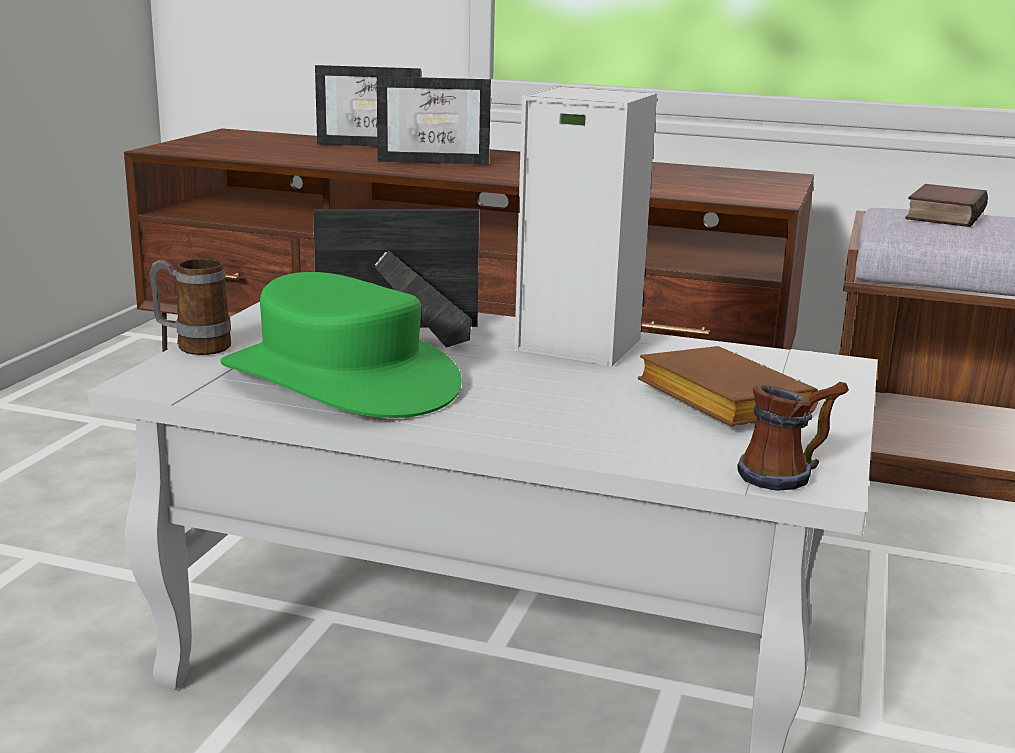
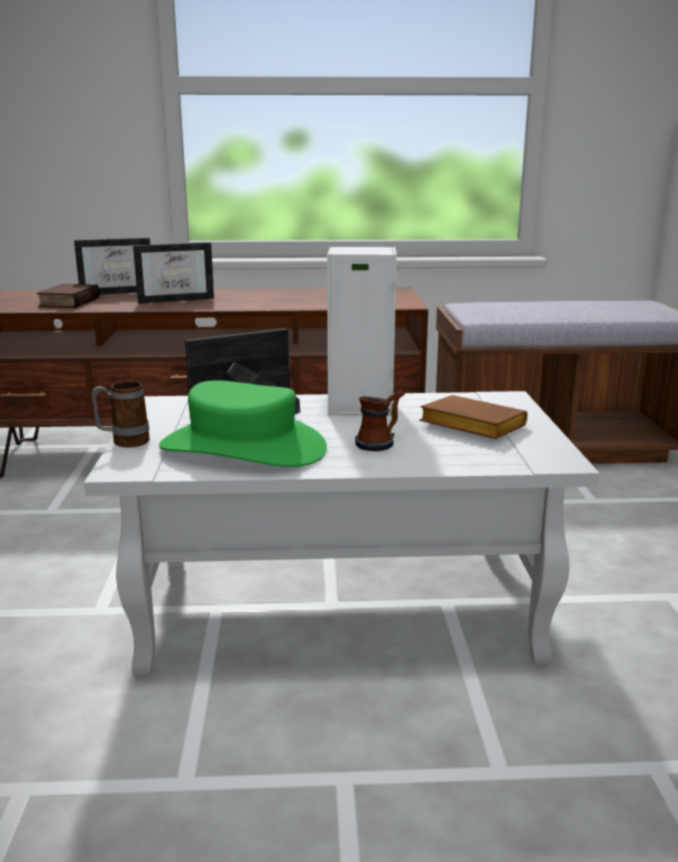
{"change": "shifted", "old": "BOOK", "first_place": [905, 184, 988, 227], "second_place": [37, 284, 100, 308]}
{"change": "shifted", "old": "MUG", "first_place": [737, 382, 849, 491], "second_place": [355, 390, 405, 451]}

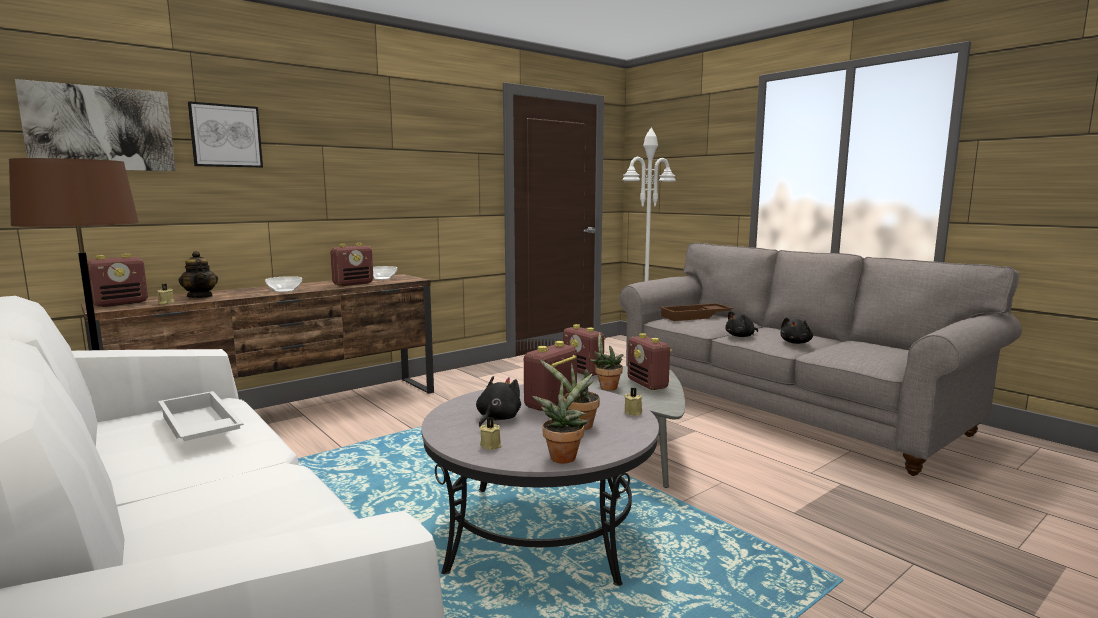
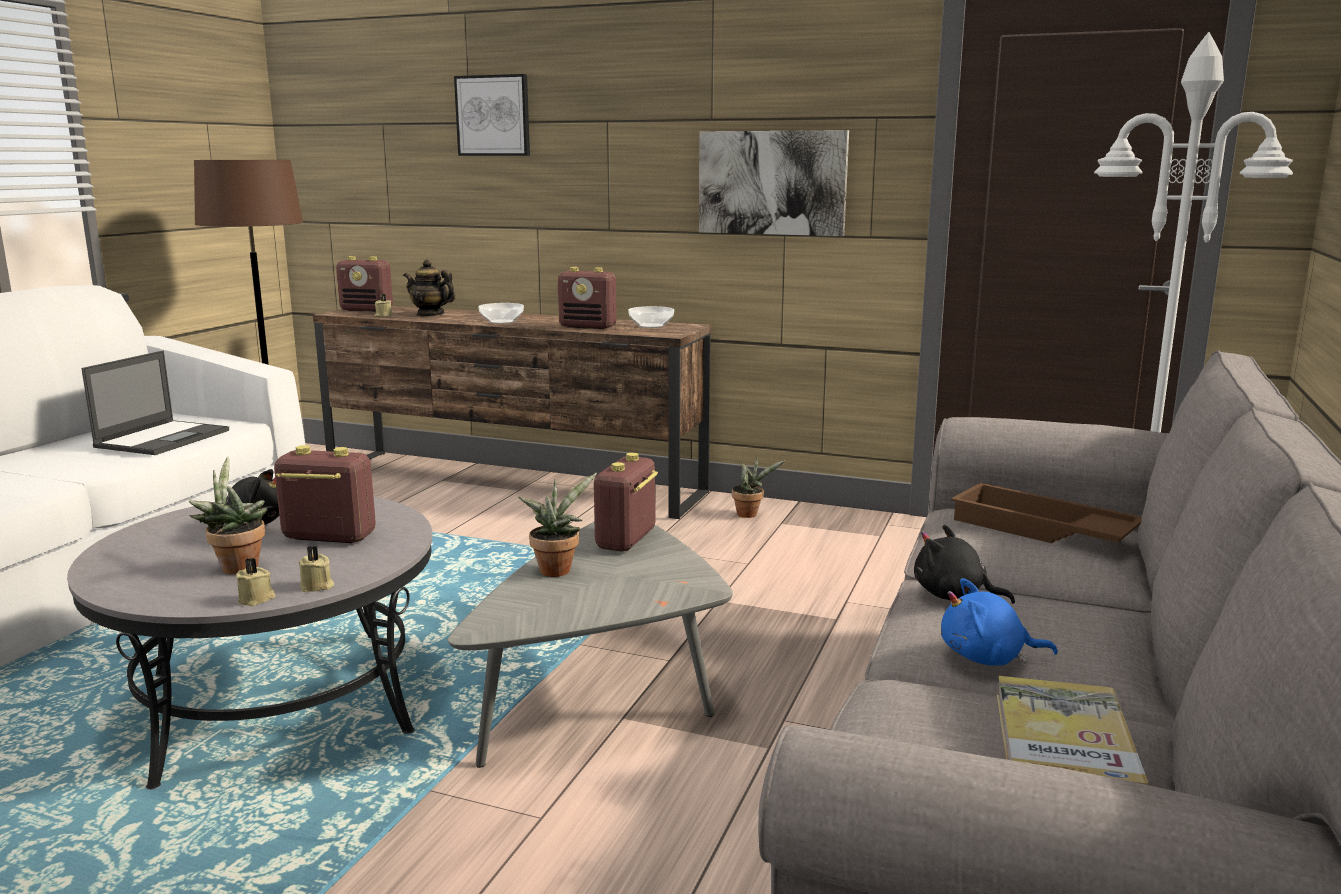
{"change": "shifted", "old": "PICTURE", "first_place": [15, 79, 176, 171], "second_place": [699, 130, 849, 236]}
{"change": "rotated", "old": "TEAPOT", "first_place": [178, 251, 218, 298], "second_place": [403, 259, 455, 317], "degrees": 90}
{"change": "repainted", "old": "BLACK PLUSH TOY", "new": "BLUE PLUSH TOY", "first_place": [780, 317, 813, 344], "second_place": [941, 578, 1058, 666]}
{"change": "gone", "old": "RADIO", "first_place": [628, 333, 672, 390]}
{"change": "shifted", "old": "POTTED PLANT", "first_place": [532, 374, 593, 463], "second_place": [732, 456, 786, 518]}
{"change": "swapped", "old": "WHITE TRAY", "new": "LAPTOP", "first_place": [158, 391, 244, 441], "second_place": [81, 350, 229, 455]}
{"change": "shifted", "old": "BEIGE CANDLE", "first_place": [480, 417, 502, 450], "second_place": [236, 558, 275, 606]}
{"change": "new", "new": "BOOK", "second_place": [997, 676, 1148, 785]}

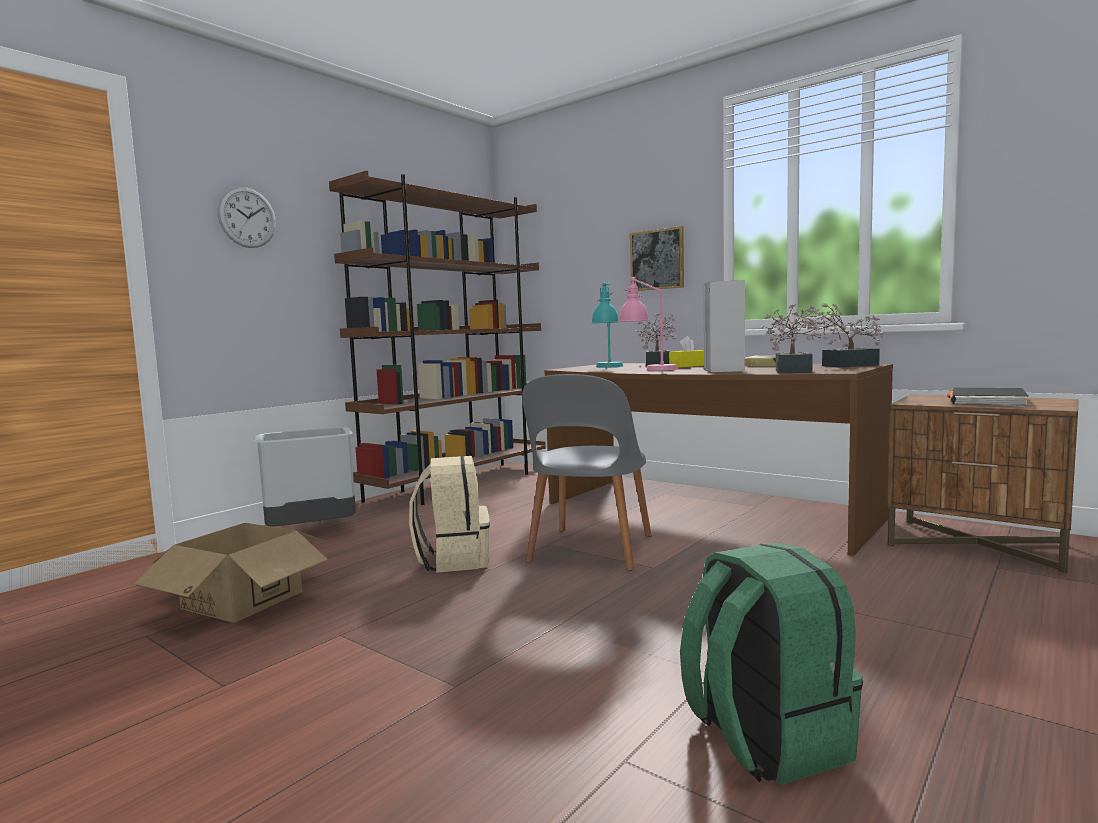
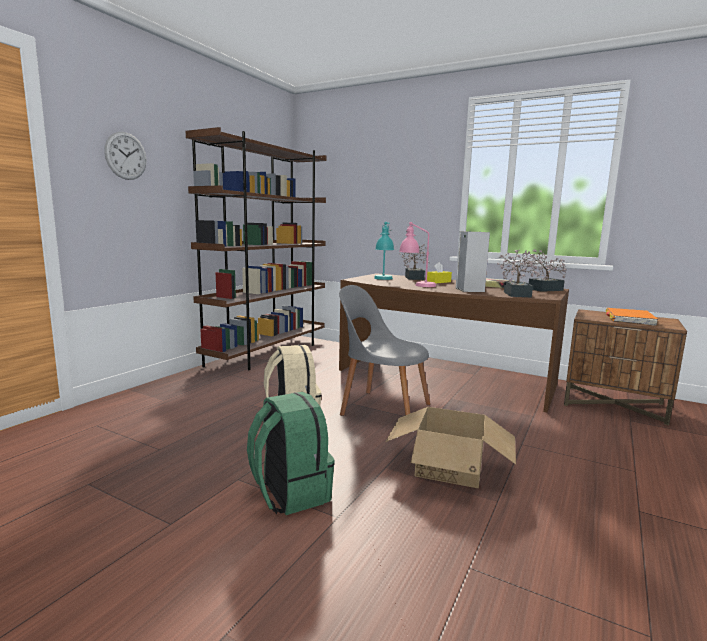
{"change": "gone", "old": "PICTURE", "first_place": [630, 226, 684, 291]}
{"change": "rotated", "old": "GREY CHAIR", "first_place": [522, 374, 652, 571], "second_place": [339, 285, 430, 416], "degrees": 105}
{"change": "repainted", "old": "BLACK BOOK", "new": "ORANGE BOOK", "first_place": [947, 388, 1029, 407], "second_place": [605, 308, 658, 326]}
{"change": "gone", "old": "GREY TRASH CAN", "first_place": [254, 427, 356, 526]}
{"change": "shifted", "old": "CARDBOARD BOX", "first_place": [134, 523, 329, 623], "second_place": [386, 407, 516, 488]}
{"change": "shifted", "old": "GREEN BACKPACK", "first_place": [680, 542, 863, 785], "second_place": [247, 392, 335, 515]}

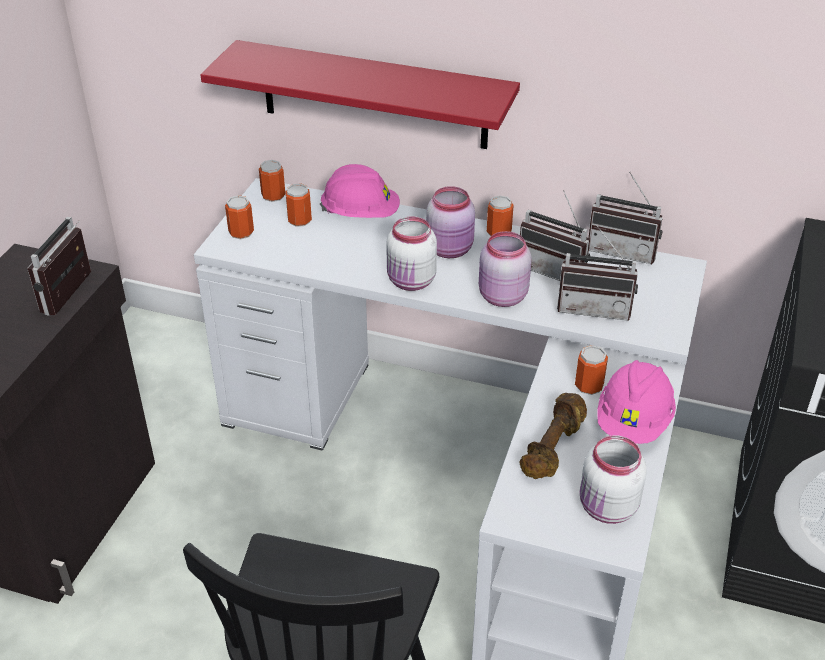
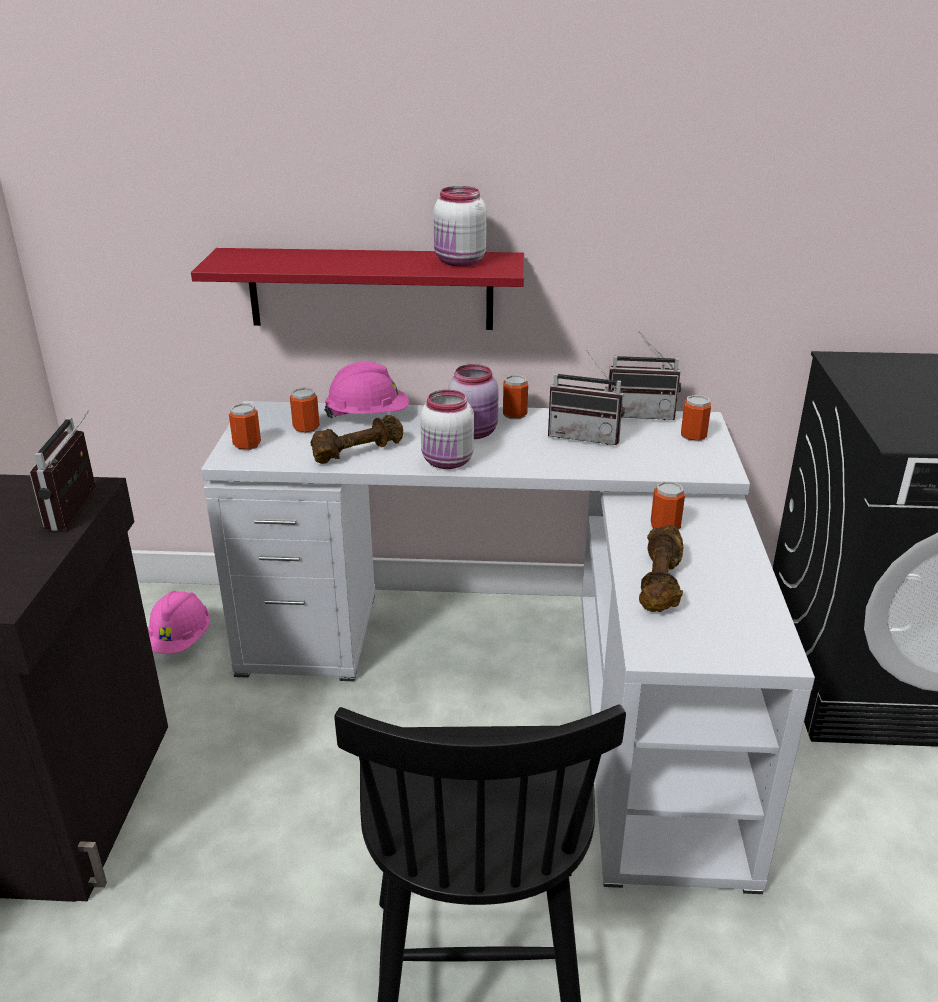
{"change": "shifted", "old": "CAN", "first_place": [259, 160, 285, 202], "second_place": [681, 395, 711, 442]}
{"change": "gone", "old": "RADIO", "first_place": [557, 225, 638, 321]}
{"change": "gone", "old": "PINK JAR", "first_place": [479, 231, 532, 307]}
{"change": "shifted", "old": "PINK HARD HAT", "first_place": [597, 360, 676, 444], "second_place": [148, 591, 210, 654]}
{"change": "shifted", "old": "WHITE JAR", "first_place": [580, 435, 647, 524], "second_place": [434, 186, 487, 266]}
{"change": "new", "new": "BROWN DUMBBELL", "second_place": [310, 415, 403, 464]}

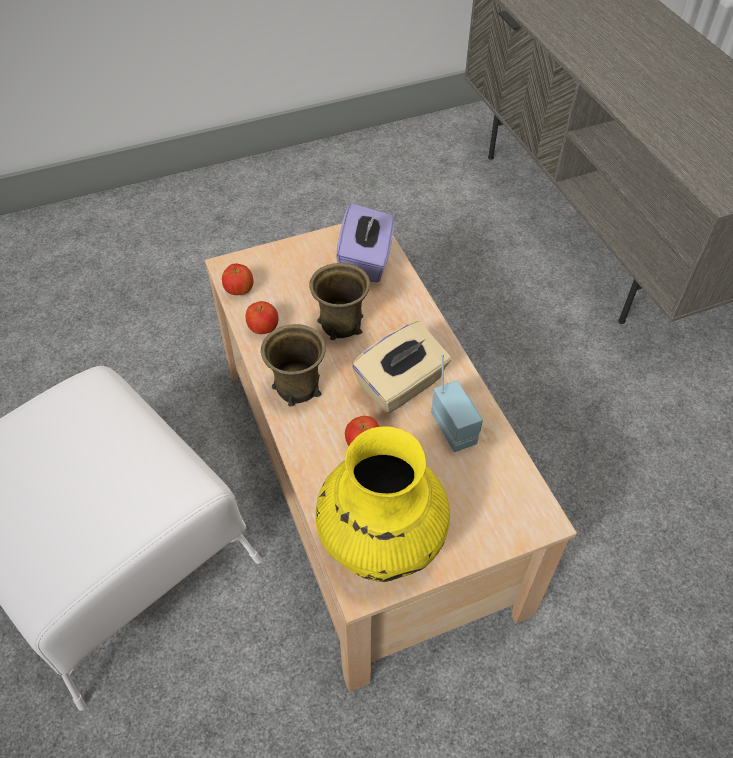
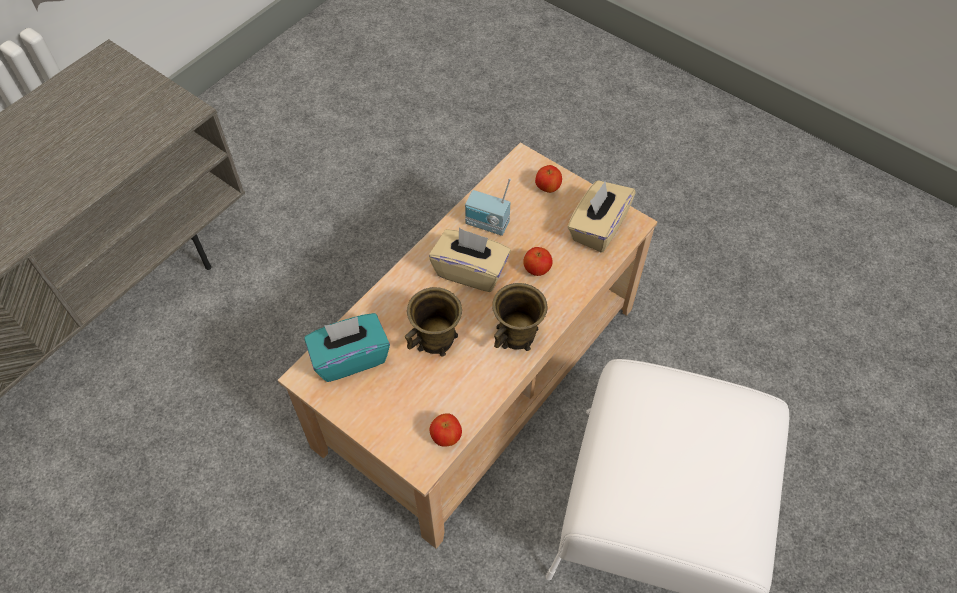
{"change": "repainted", "old": "PURPLE TISSUE BOX", "new": "TURQUOISE TISSUE BOX", "first_place": [336, 203, 394, 283], "second_place": [304, 313, 390, 382]}
{"change": "shifted", "old": "APPLE", "first_place": [246, 301, 279, 334], "second_place": [535, 165, 562, 193]}
{"change": "rotated", "old": "RADIO", "first_place": [431, 354, 483, 452], "second_place": [465, 178, 511, 236], "degrees": -105}
{"change": "swapped", "old": "YELLOW VASE", "new": "BEIGE TISSUE BOX", "first_place": [315, 426, 450, 582], "second_place": [567, 180, 636, 252]}

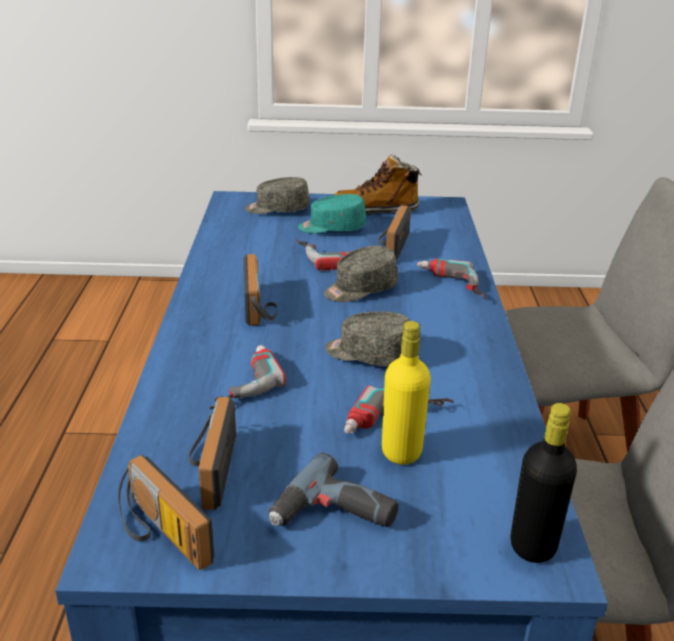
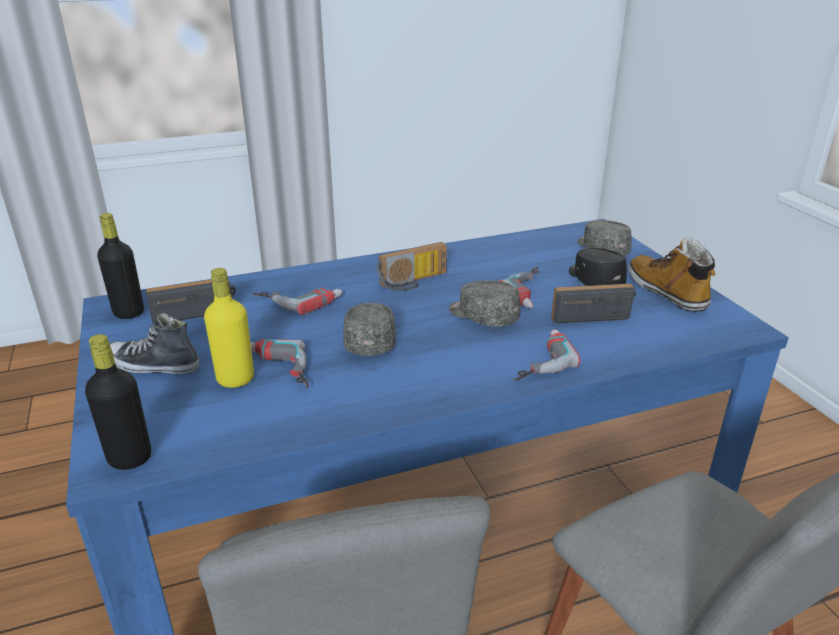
{"change": "repainted", "old": "TURQUOISE CAP", "new": "BLACK CAP", "first_place": [298, 194, 366, 233], "second_place": [569, 248, 627, 286]}
{"change": "swapped", "old": "POWER DRILL", "new": "SHOE", "first_place": [269, 453, 399, 527], "second_place": [110, 313, 200, 374]}
{"change": "swapped", "old": "RADIO", "new": "BLACK BOTTLE", "first_place": [118, 455, 214, 570], "second_place": [97, 213, 144, 319]}

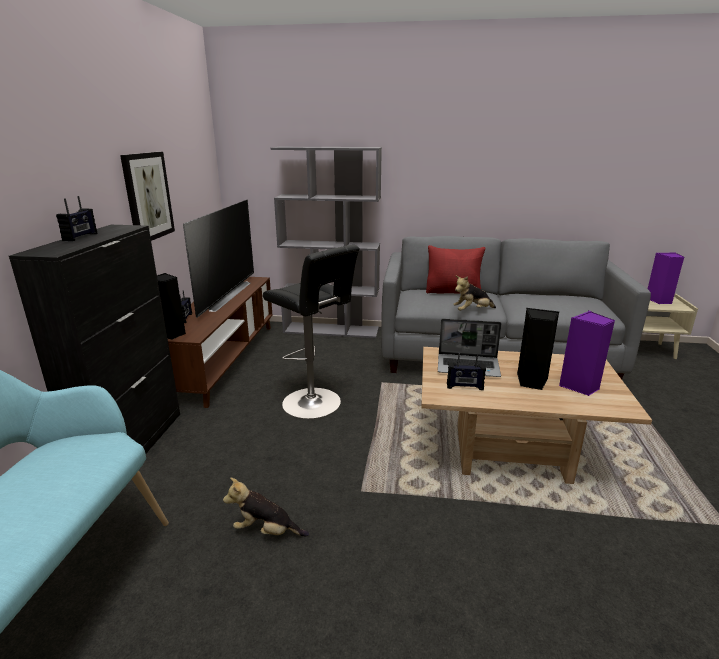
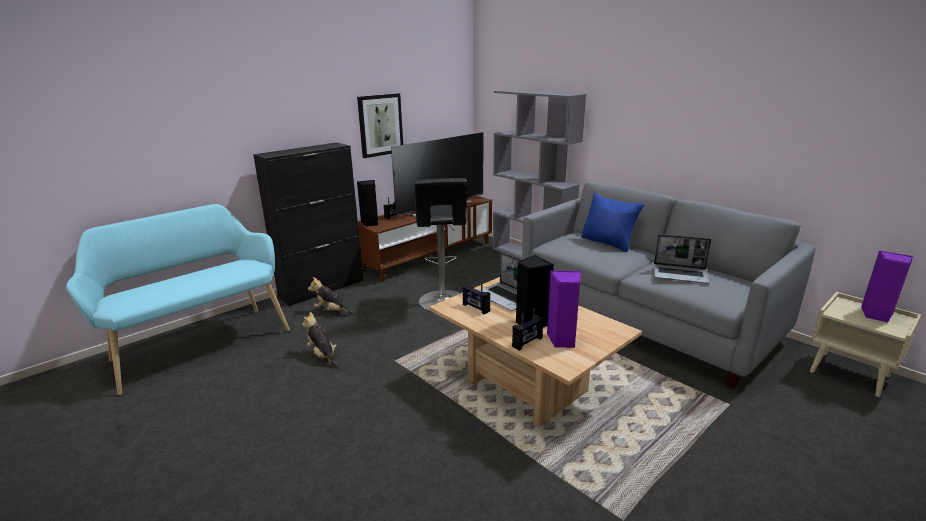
{"change": "shifted", "old": "RADIO", "first_place": [56, 196, 97, 241], "second_place": [512, 308, 543, 351]}
{"change": "repainted", "old": "RED PILLOW", "new": "BLUE PILLOW", "first_place": [426, 245, 485, 294], "second_place": [581, 193, 644, 252]}
{"change": "shifted", "old": "PLUSH TOY", "first_place": [453, 276, 496, 311], "second_place": [308, 277, 354, 315]}
{"change": "new", "new": "LAPTOP", "second_place": [654, 234, 711, 283]}

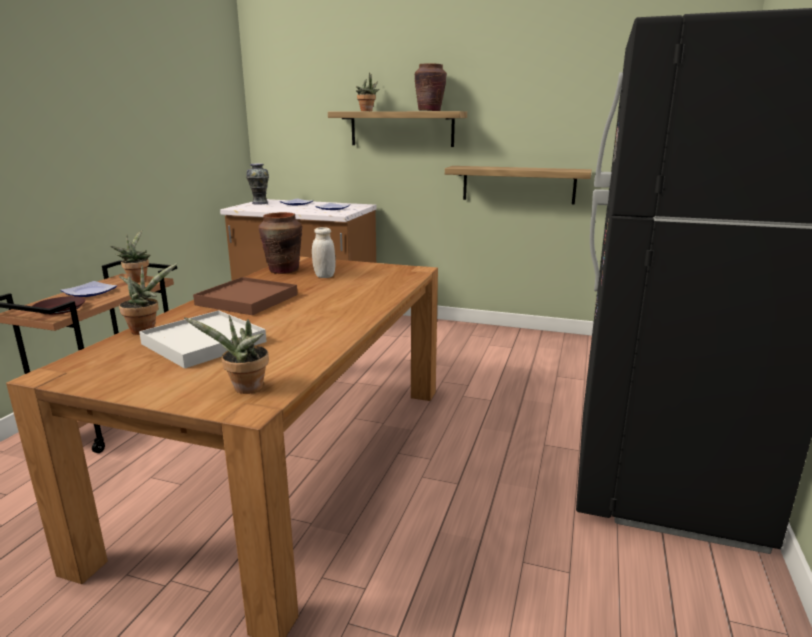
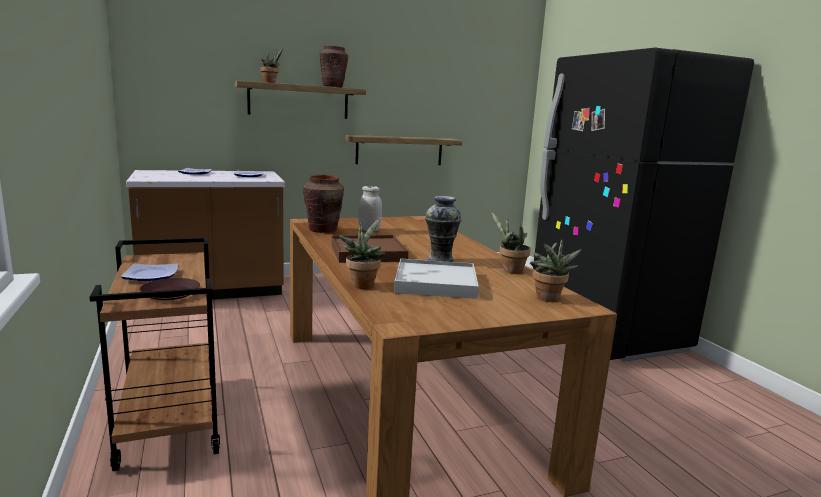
{"change": "shifted", "old": "VASE", "first_place": [246, 163, 269, 205], "second_place": [425, 196, 462, 262]}
{"change": "shifted", "old": "POTTED PLANT", "first_place": [111, 230, 151, 283], "second_place": [491, 211, 531, 274]}

